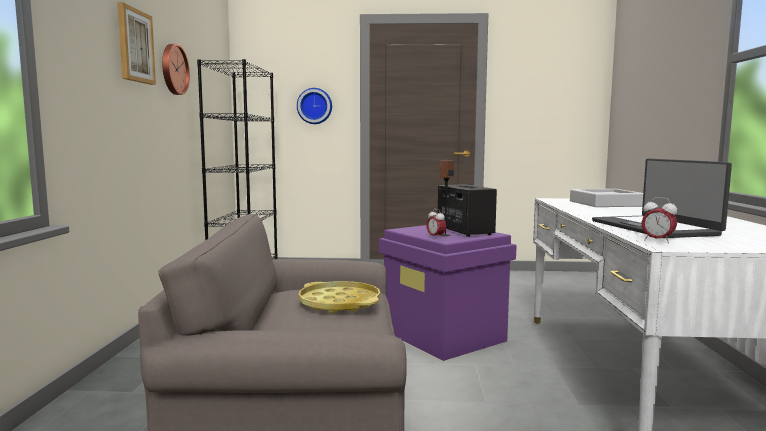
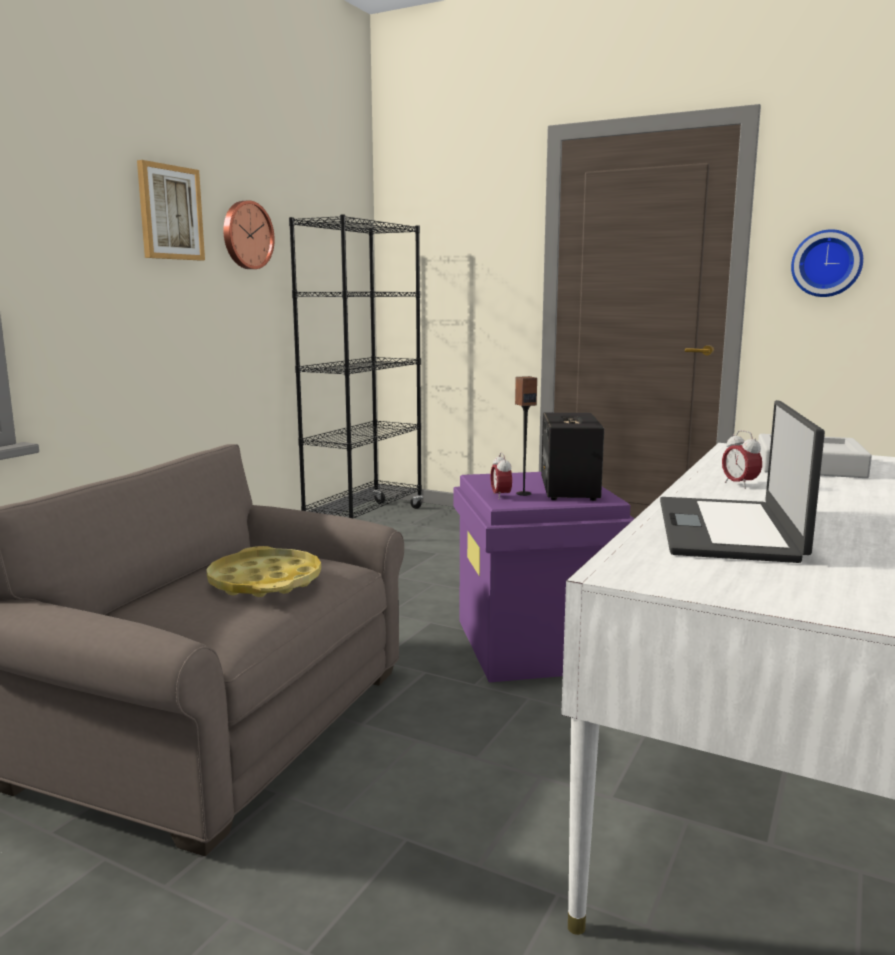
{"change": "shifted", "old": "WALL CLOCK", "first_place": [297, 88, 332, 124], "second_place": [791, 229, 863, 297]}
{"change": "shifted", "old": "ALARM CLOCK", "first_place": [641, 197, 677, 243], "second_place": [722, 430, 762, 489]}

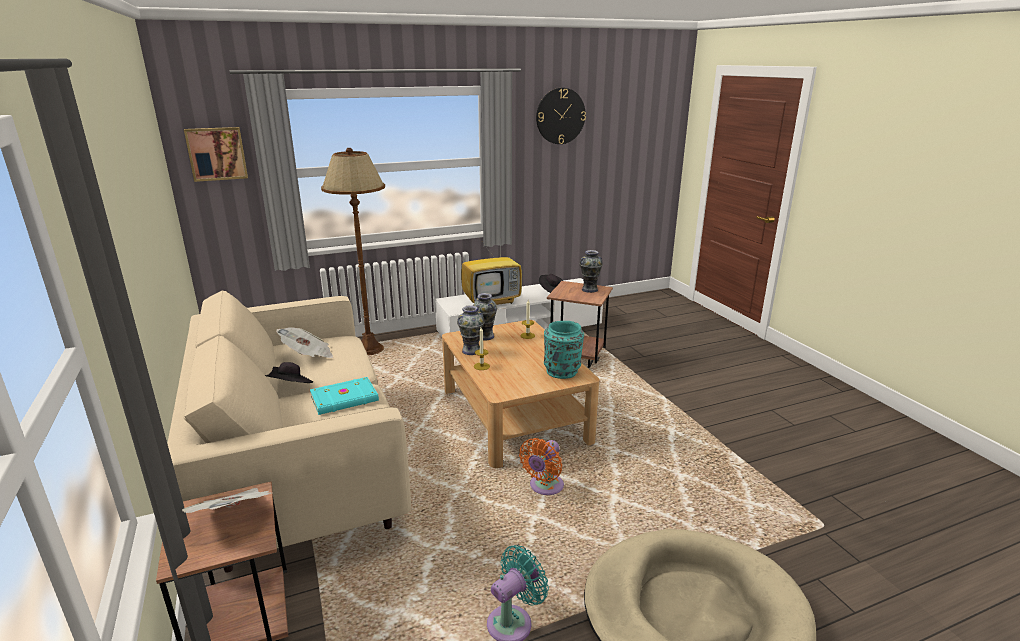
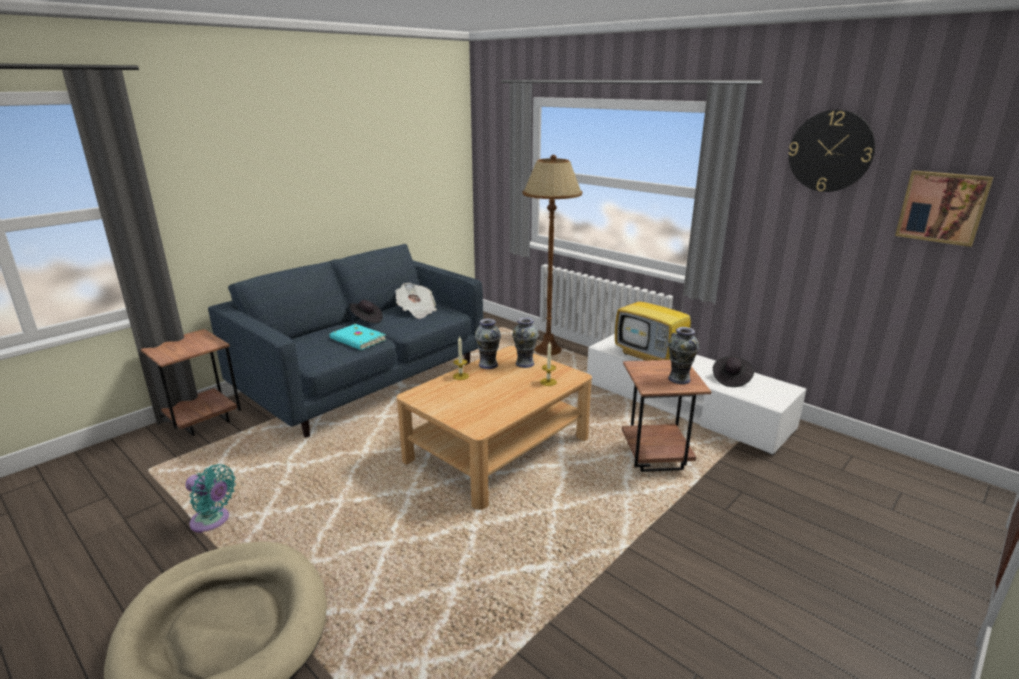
{"change": "shifted", "old": "PICTURE", "first_place": [184, 127, 248, 182], "second_place": [895, 170, 993, 247]}
{"change": "repainted", "old": "BEIGE SOFA", "new": "BLUE SOFA", "first_place": [167, 290, 411, 573], "second_place": [208, 244, 483, 438]}
{"change": "gone", "old": "TURQUOISE VASE", "first_place": [544, 321, 584, 379]}
{"change": "gone", "old": "ORANGE FAN", "first_place": [519, 438, 564, 495]}
{"change": "gone", "old": "NEWSPAPER", "first_place": [182, 488, 271, 513]}

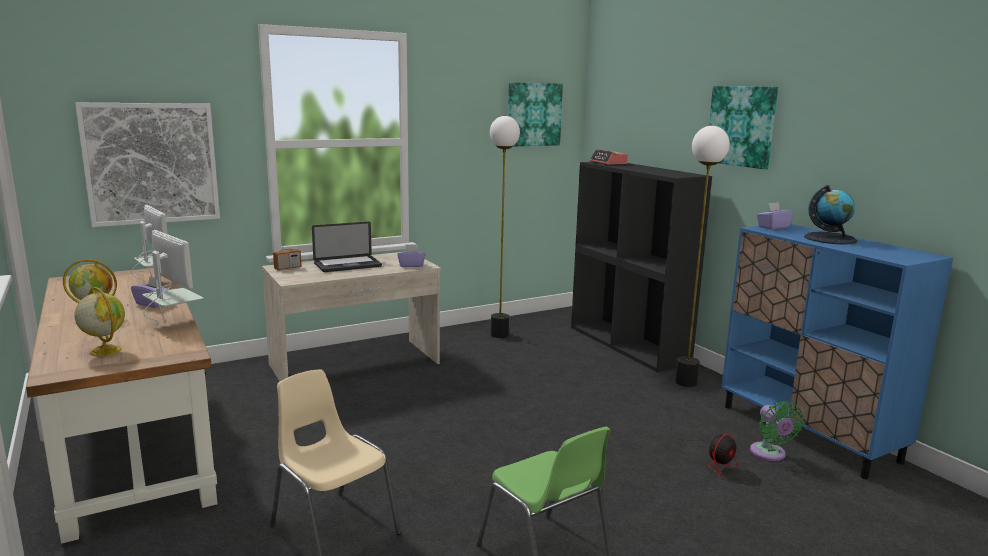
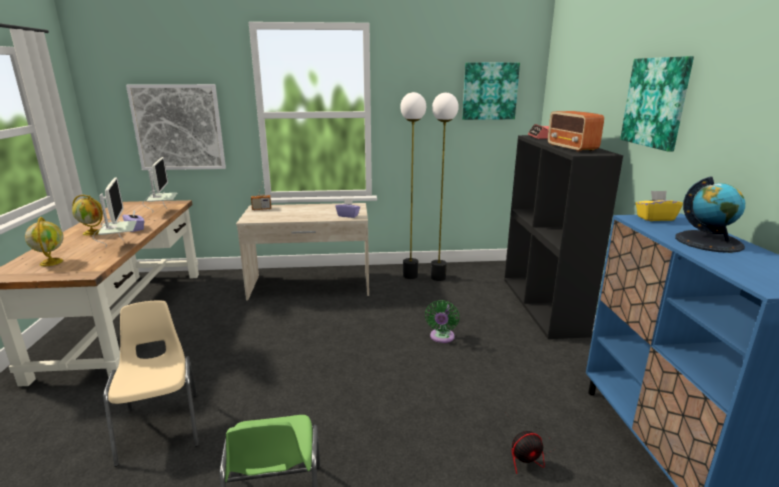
{"change": "shifted", "old": "FLOOR LAMP", "first_place": [675, 126, 730, 387], "second_place": [400, 92, 426, 279]}
{"change": "repainted", "old": "PURPLE TISSUE BOX", "new": "YELLOW TISSUE BOX", "first_place": [757, 202, 794, 230], "second_place": [636, 191, 683, 221]}
{"change": "gone", "old": "LAPTOP", "first_place": [312, 222, 382, 272]}
{"change": "shifted", "old": "GREEN FAN", "first_place": [750, 401, 804, 461], "second_place": [425, 300, 459, 343]}
{"change": "new", "new": "RADIO", "second_place": [548, 111, 604, 152]}

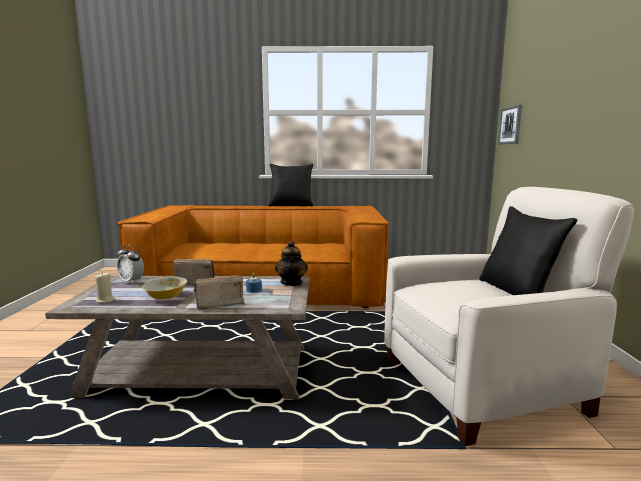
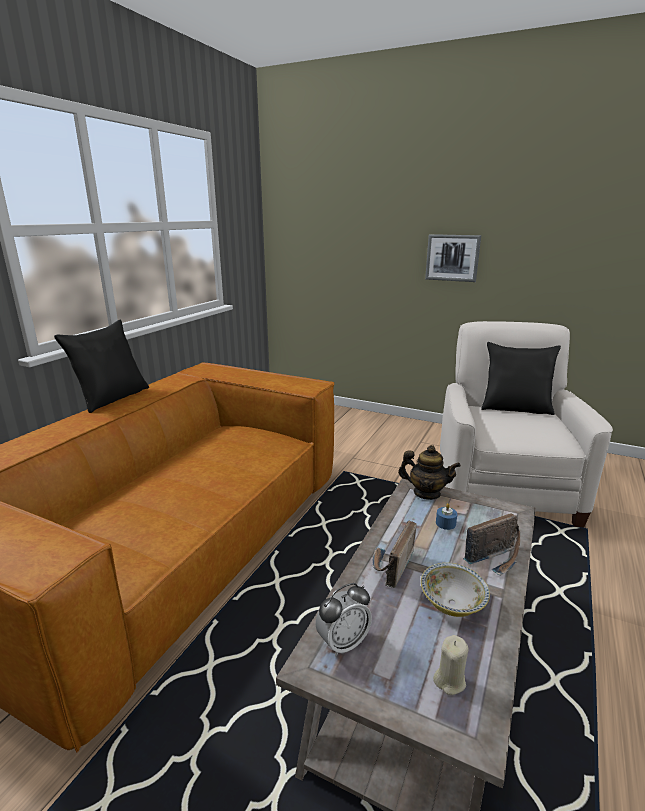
{"change": "shifted", "old": "PICTURE", "first_place": [498, 105, 522, 144], "second_place": [425, 234, 481, 282]}
{"change": "rotated", "old": "RADIO", "first_place": [194, 276, 245, 310], "second_place": [463, 514, 520, 576], "degrees": -120}

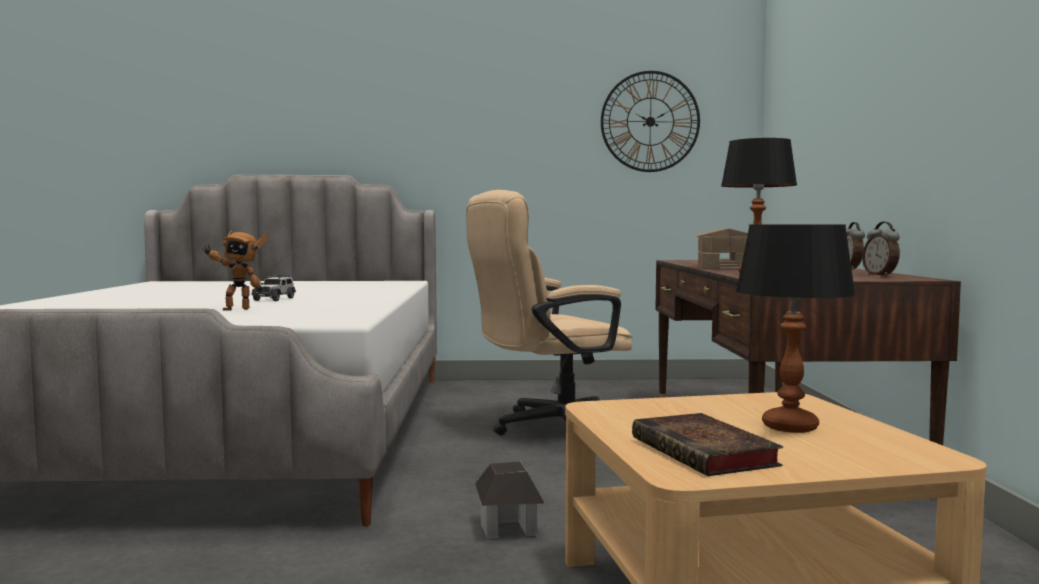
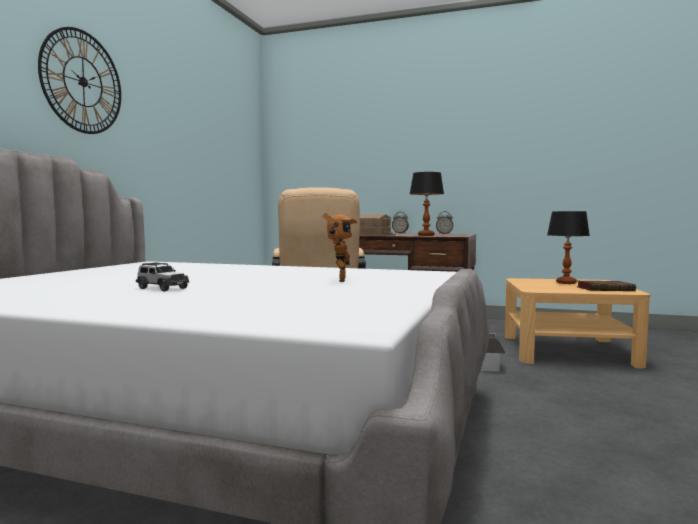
{"change": "shifted", "old": "WALL CLOCK", "first_place": [601, 71, 700, 172], "second_place": [38, 27, 121, 134]}
{"change": "shifted", "old": "TOY CAR", "first_place": [251, 275, 296, 301], "second_place": [136, 262, 189, 291]}

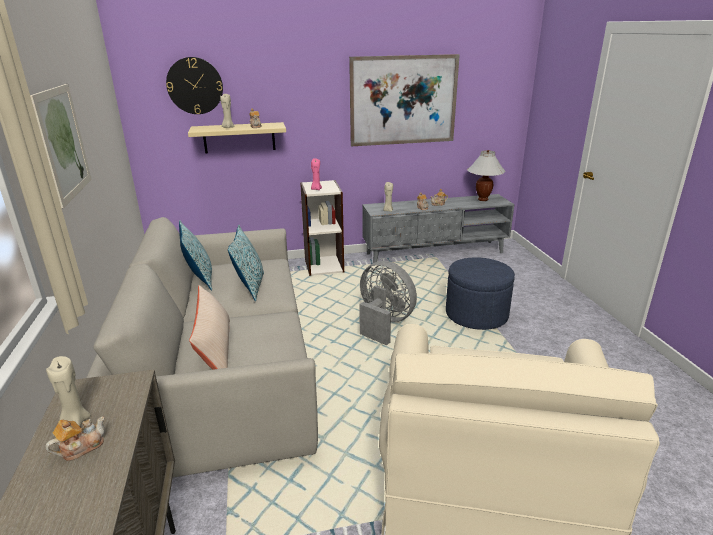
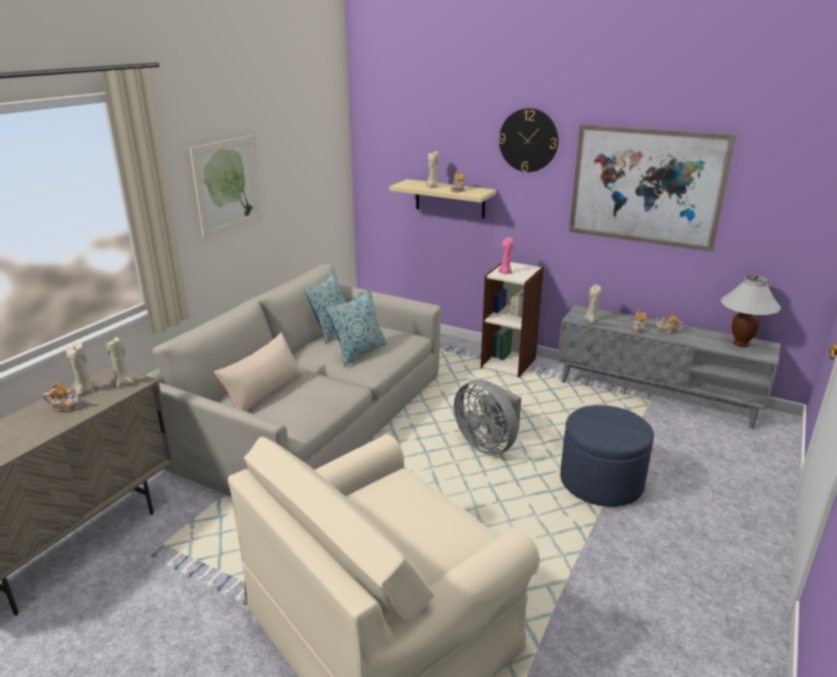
{"change": "shifted", "old": "WALL CLOCK", "first_place": [166, 57, 223, 114], "second_place": [499, 108, 558, 172]}
{"change": "rotated", "old": "GREY FAN", "first_place": [359, 261, 417, 345], "second_place": [454, 380, 521, 455], "degrees": 150}
{"change": "new", "new": "BEIGE CANDLE", "second_place": [106, 337, 134, 388]}

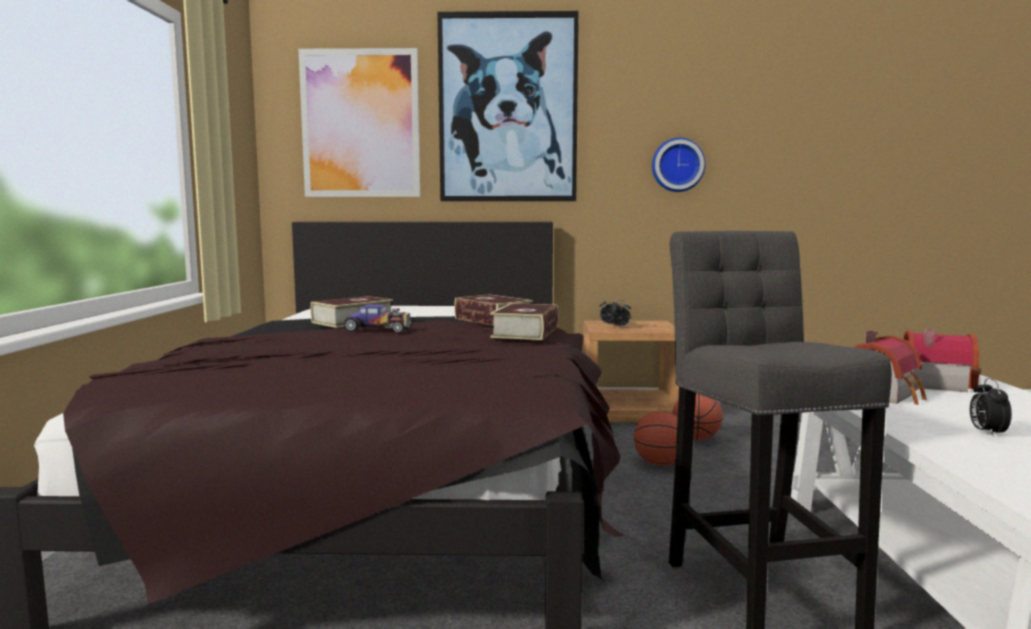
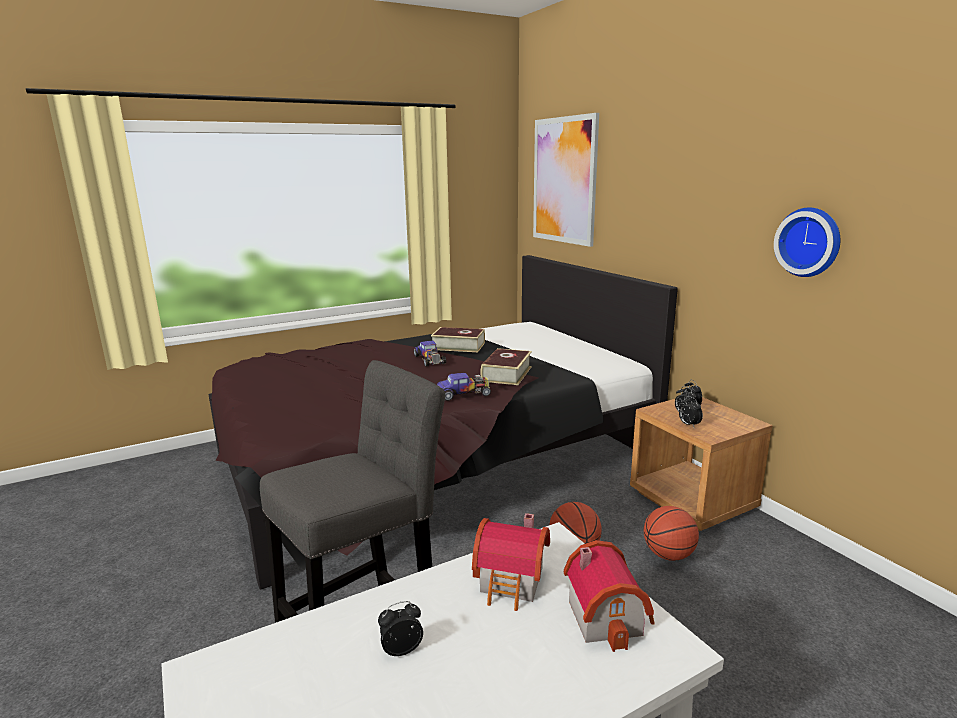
{"change": "gone", "old": "PICTURE", "first_place": [437, 11, 579, 201]}
{"change": "swapped", "old": "BOOK", "new": "TOY CAR", "first_place": [490, 303, 558, 340], "second_place": [437, 373, 491, 401]}
{"change": "new", "new": "ALARM CLOCK", "second_place": [679, 396, 703, 427]}

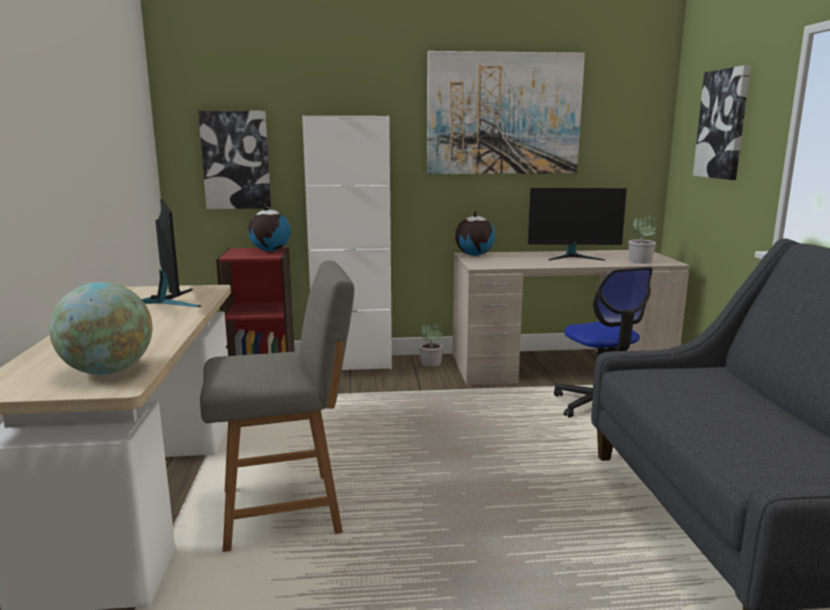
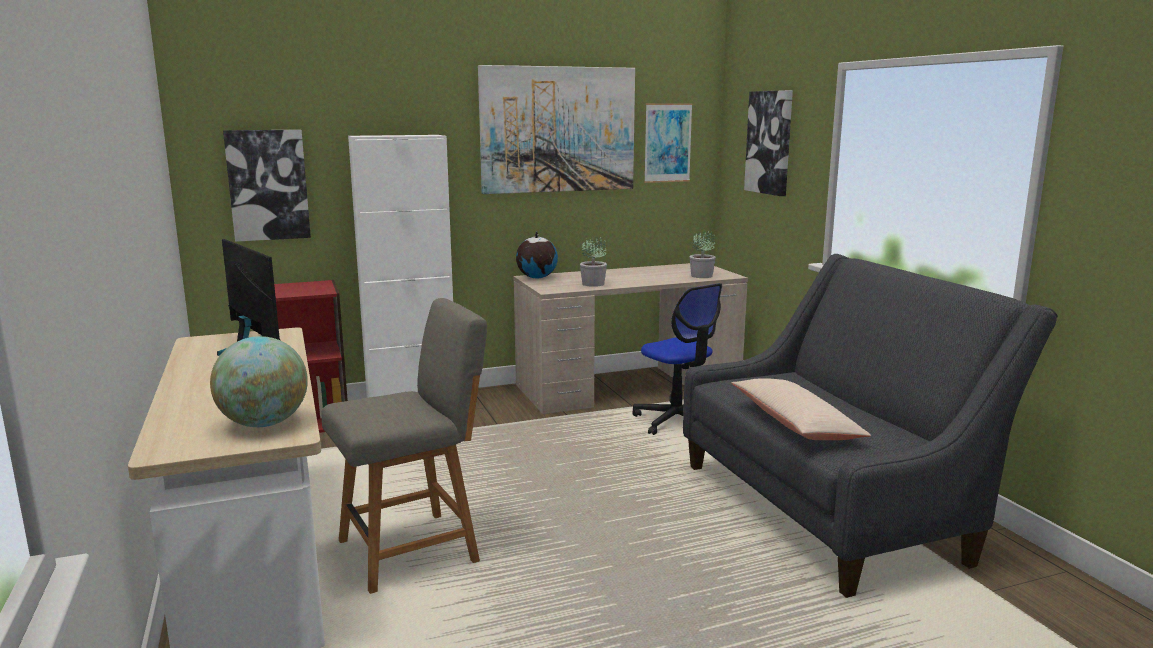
{"change": "gone", "old": "MONITOR", "first_place": [528, 188, 627, 261]}
{"change": "gone", "old": "GLOBE", "first_place": [248, 204, 291, 251]}
{"change": "shifted", "old": "POTTED PLANT", "first_place": [419, 322, 443, 367], "second_place": [580, 237, 607, 287]}
{"change": "new", "new": "PICTURE", "second_place": [644, 103, 693, 183]}
{"change": "new", "new": "BEIGE PILLOW", "second_place": [732, 378, 871, 440]}

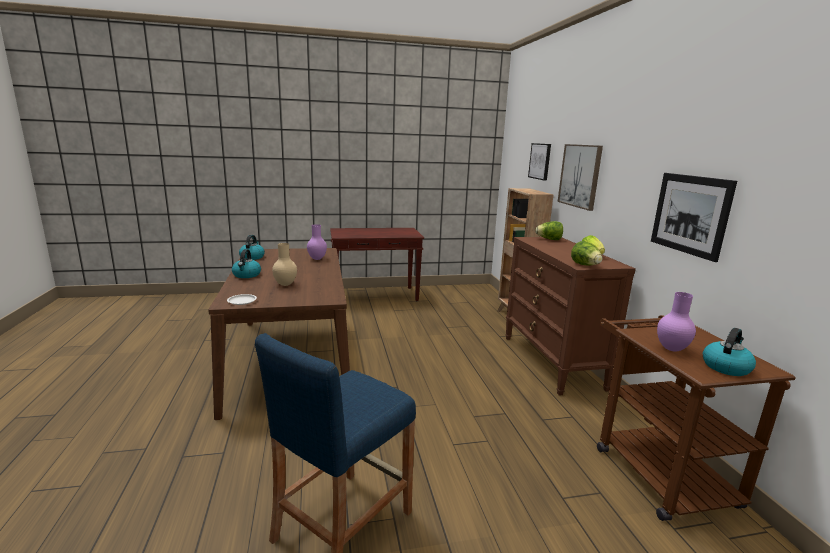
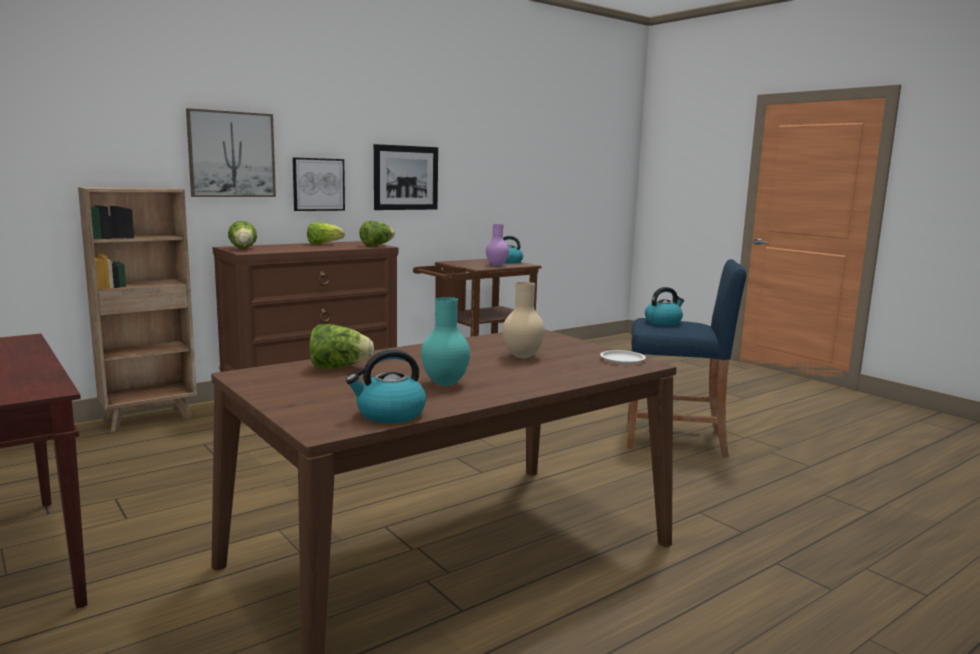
{"change": "shifted", "old": "PICTURE", "first_place": [528, 143, 551, 181], "second_place": [292, 158, 345, 211]}
{"change": "swapped", "old": "PURPLE VASE", "new": "LETTUCE", "first_place": [307, 224, 327, 260], "second_place": [309, 324, 374, 369]}
{"change": "shifted", "old": "KETTLE", "first_place": [232, 249, 261, 278], "second_place": [645, 287, 684, 325]}
{"change": "new", "new": "TURQUOISE VASE", "second_place": [421, 297, 470, 386]}

